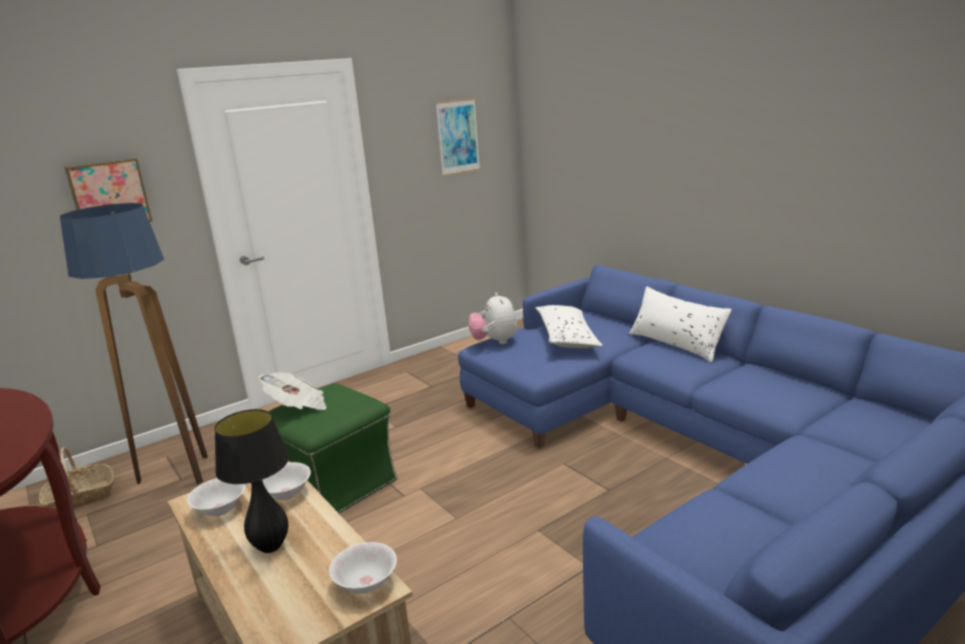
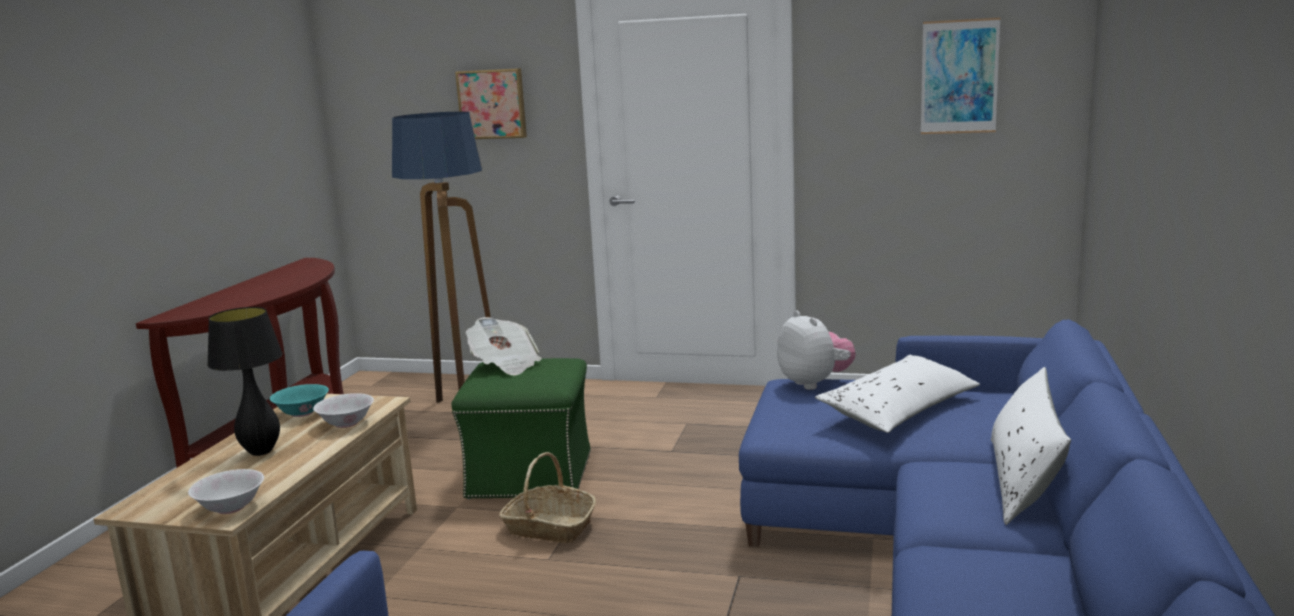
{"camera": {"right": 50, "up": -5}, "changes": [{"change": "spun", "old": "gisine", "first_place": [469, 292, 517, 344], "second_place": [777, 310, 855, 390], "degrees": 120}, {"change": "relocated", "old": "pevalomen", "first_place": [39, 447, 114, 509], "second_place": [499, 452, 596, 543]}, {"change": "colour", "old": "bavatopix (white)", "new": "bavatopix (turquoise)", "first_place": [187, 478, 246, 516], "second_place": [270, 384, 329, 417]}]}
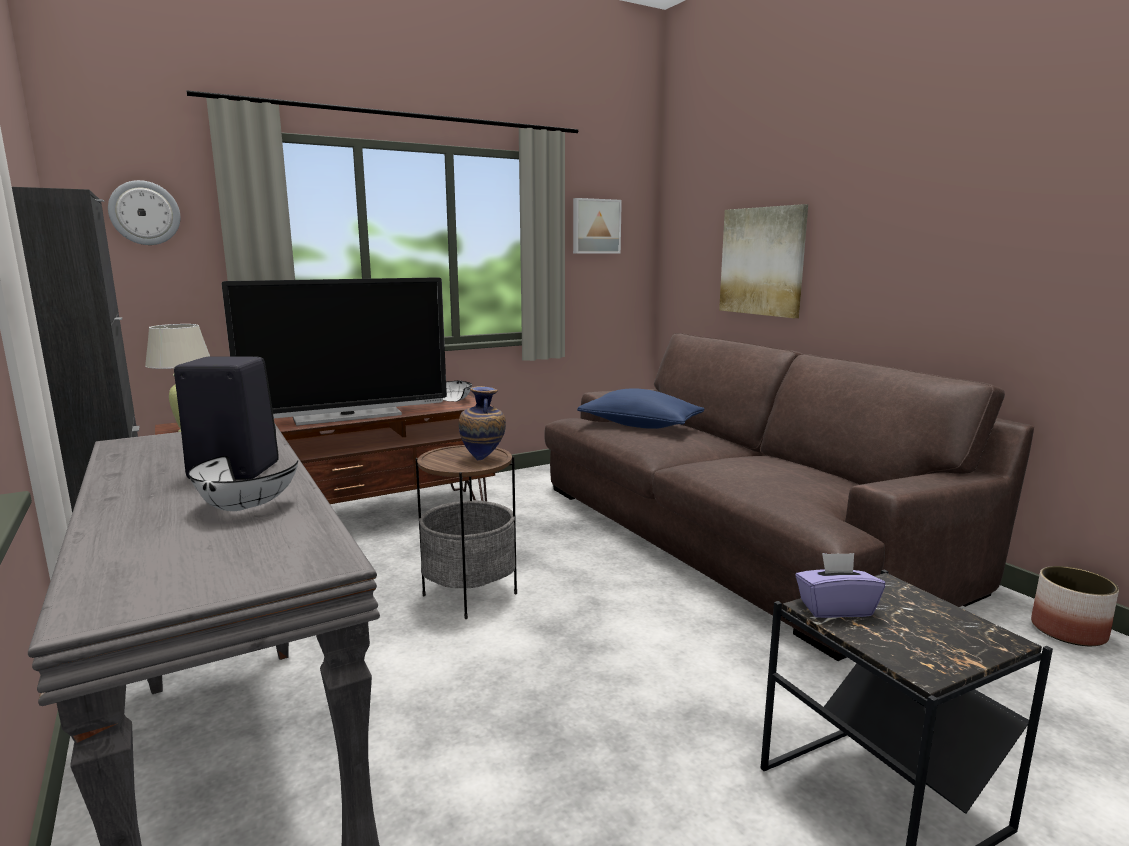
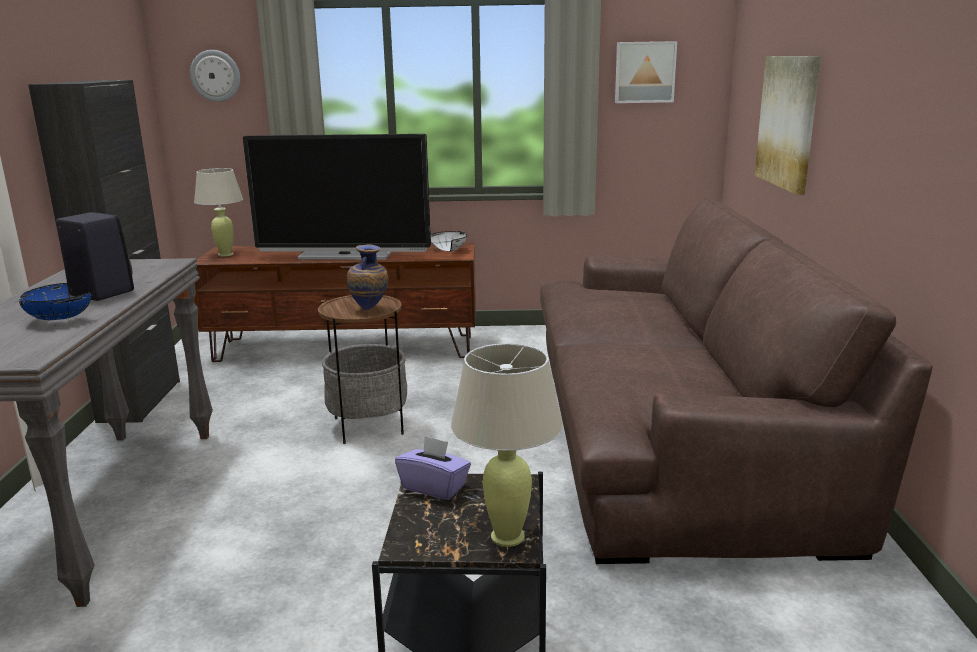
{"camera": {"right": 30, "up": 5}, "changes": [{"change": "missing", "old": "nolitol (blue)", "first_place": [577, 388, 704, 429]}, {"change": "colour", "old": "bavatopix (white)", "new": "bavatopix (blue)", "first_place": [189, 456, 298, 511], "second_place": [19, 283, 92, 320]}, {"change": "missing", "old": "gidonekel", "first_place": [1031, 566, 1119, 646]}, {"change": "appeared", "new": "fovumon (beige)", "second_place": [451, 344, 563, 547]}]}
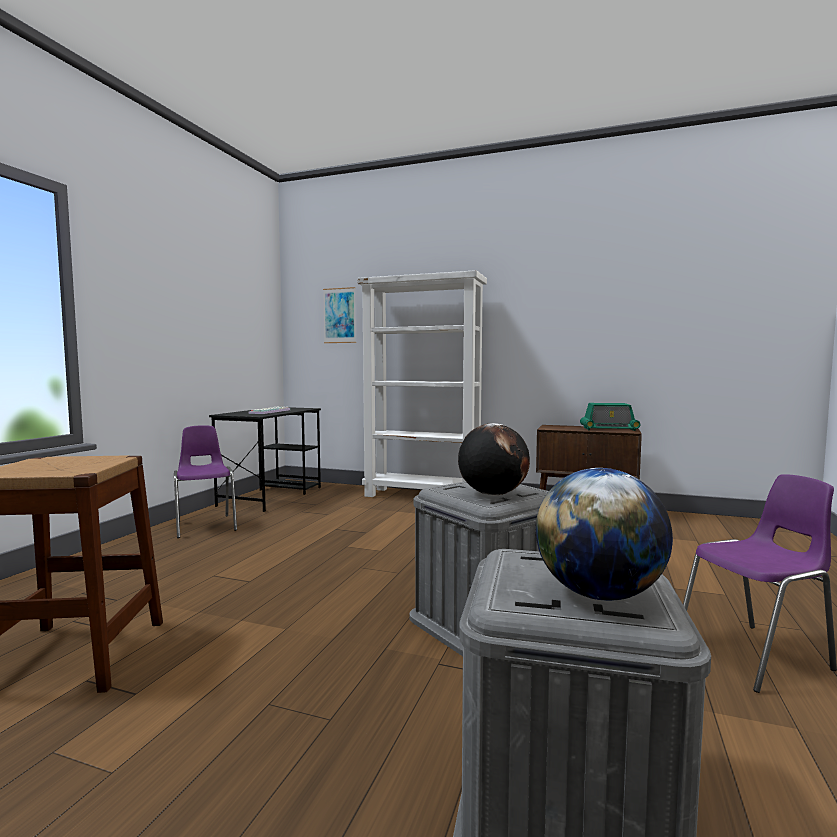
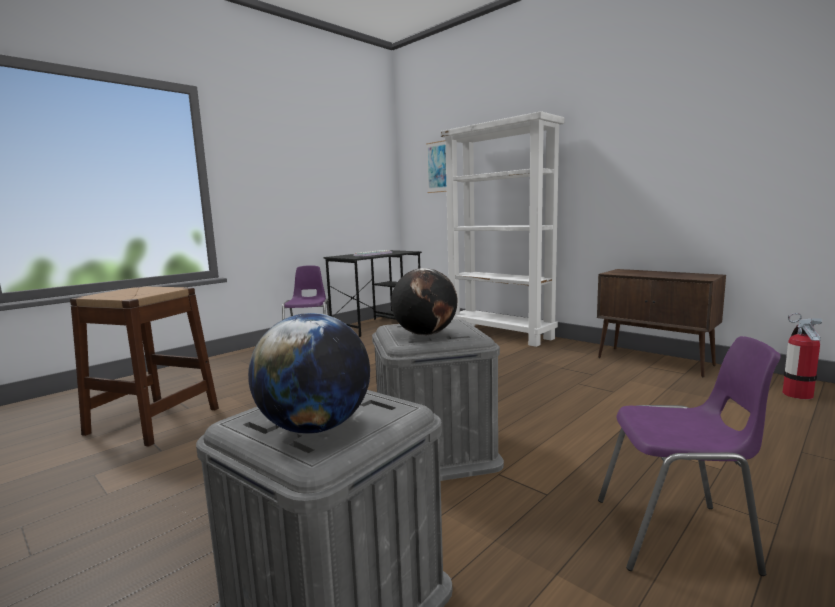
{"camera": {"right": 25, "up": 5}, "changes": [{"change": "missing", "old": "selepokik", "first_place": [580, 403, 640, 431]}, {"change": "appeared", "new": "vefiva", "second_place": [782, 313, 822, 399]}]}
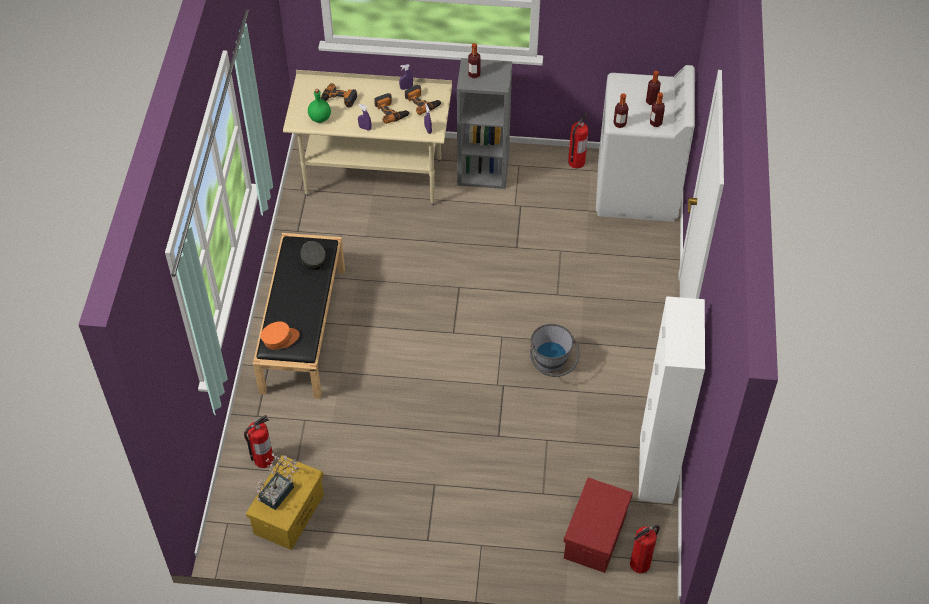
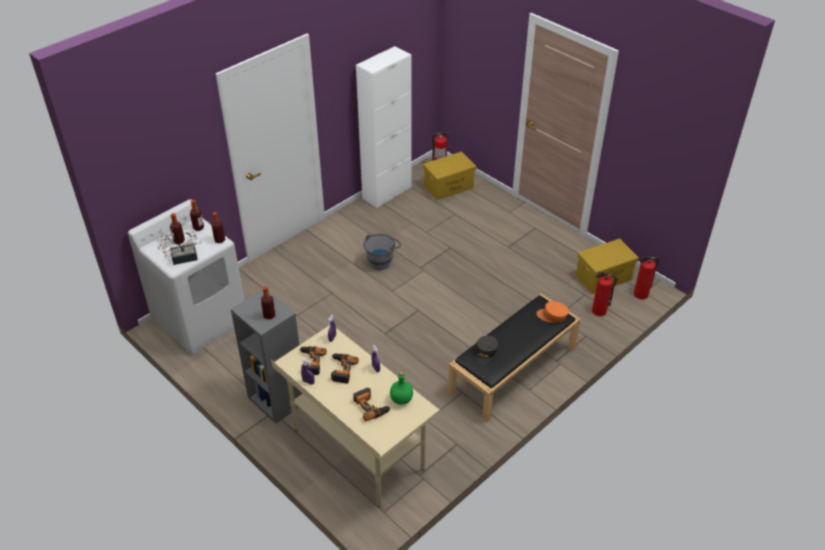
{"camera": {"right": -140, "up": -10}, "changes": [{"change": "relocated", "old": "vefiva", "first_place": [568, 113, 588, 169], "second_place": [634, 256, 659, 300]}, {"change": "relocated", "old": "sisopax", "first_place": [256, 451, 299, 510], "second_place": [157, 229, 201, 265]}, {"change": "colour", "old": "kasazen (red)", "new": "kasazen (yellow)", "first_place": [564, 477, 633, 573], "second_place": [423, 151, 477, 200]}]}
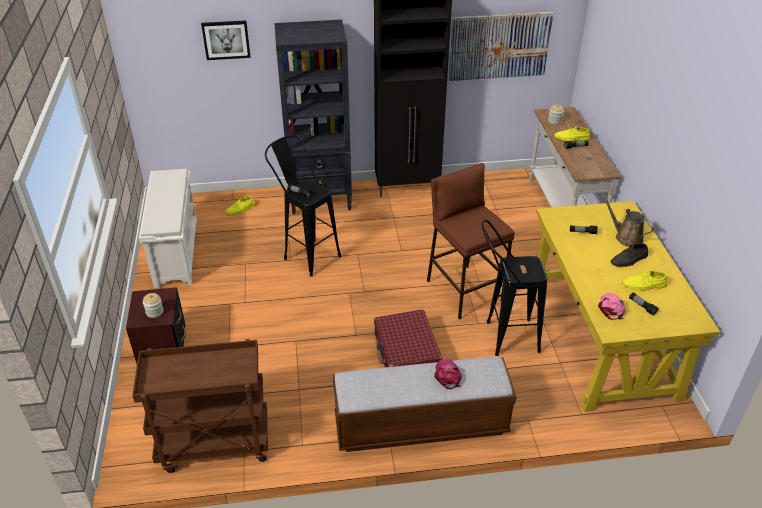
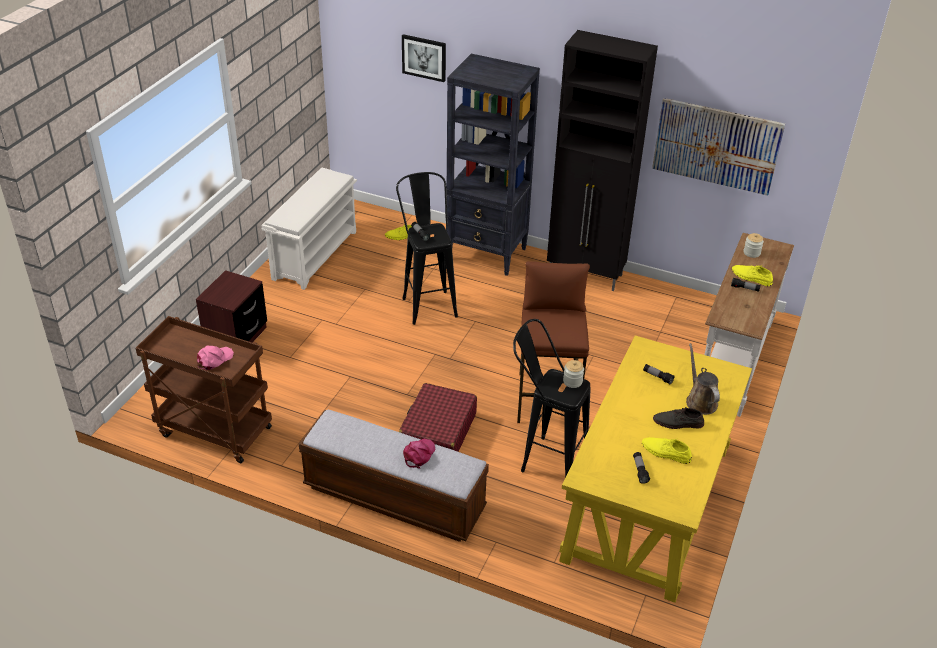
{"camera": {"right": 30, "up": 0}, "changes": [{"change": "relocated", "old": "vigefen", "first_place": [143, 293, 163, 318], "second_place": [563, 360, 584, 388]}, {"change": "relocated", "old": "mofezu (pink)", "first_place": [598, 293, 626, 320], "second_place": [197, 346, 234, 370]}]}
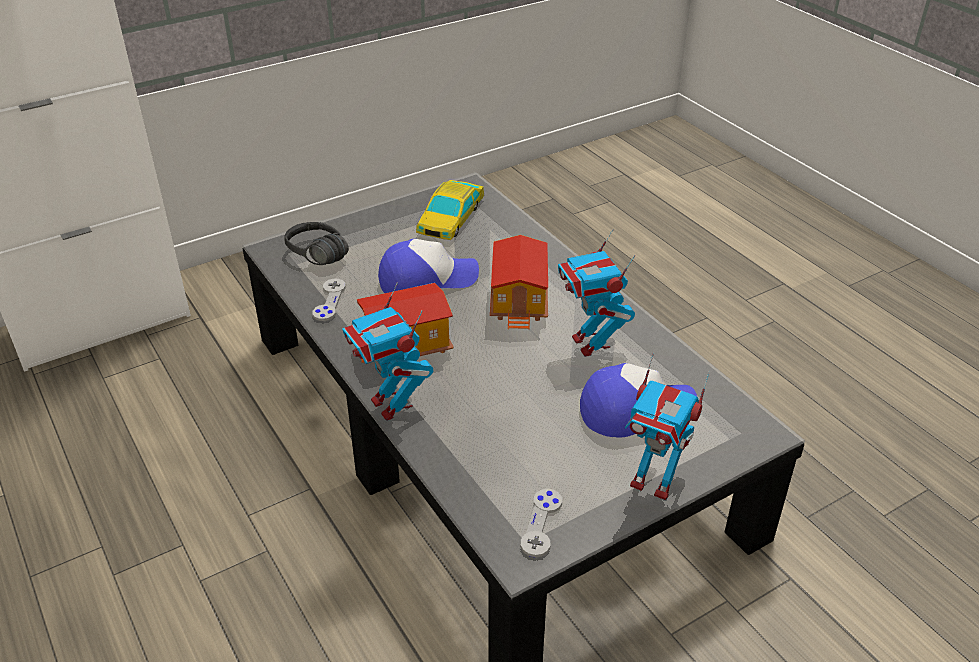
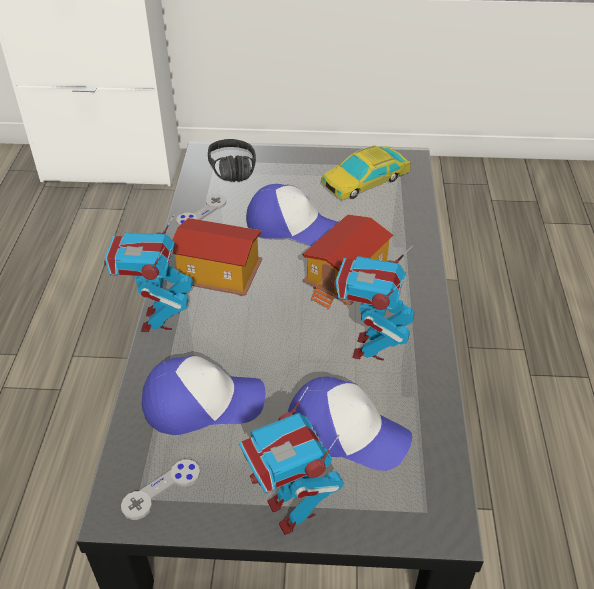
{"camera": {"right": 35, "up": 5}, "changes": [{"change": "appeared", "new": "mofezu", "second_place": [142, 355, 265, 435]}]}
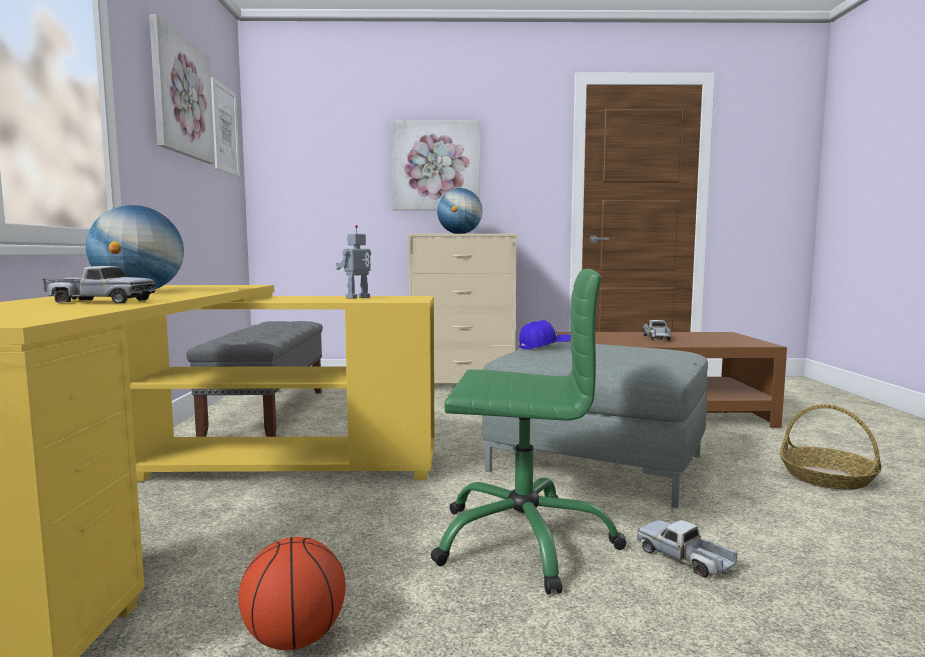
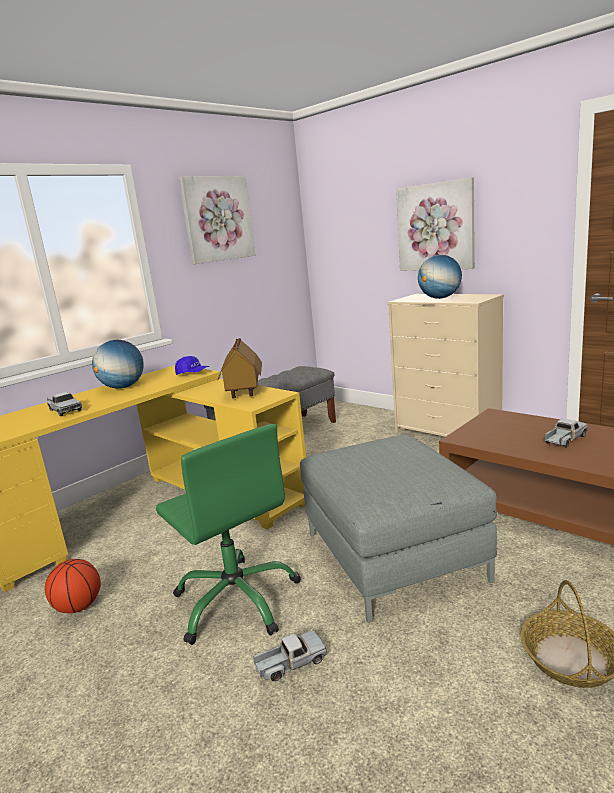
{"camera": {"right": 45, "up": 10}, "changes": [{"change": "missing", "old": "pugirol", "first_place": [211, 77, 240, 177]}, {"change": "exchanged", "old": "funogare", "new": "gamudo", "first_place": [336, 225, 371, 299], "second_place": [218, 338, 262, 398]}, {"change": "relocated", "old": "mofezu (blue)", "first_place": [519, 320, 571, 350], "second_place": [175, 356, 209, 375]}, {"change": "spun", "old": "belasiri", "first_place": [637, 520, 737, 578], "second_place": [253, 631, 327, 681], "degrees": 60}]}
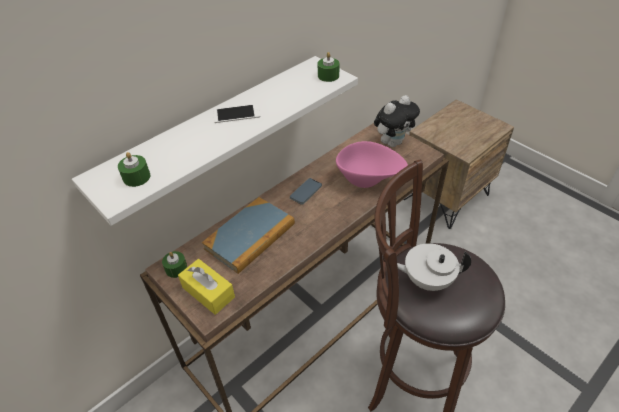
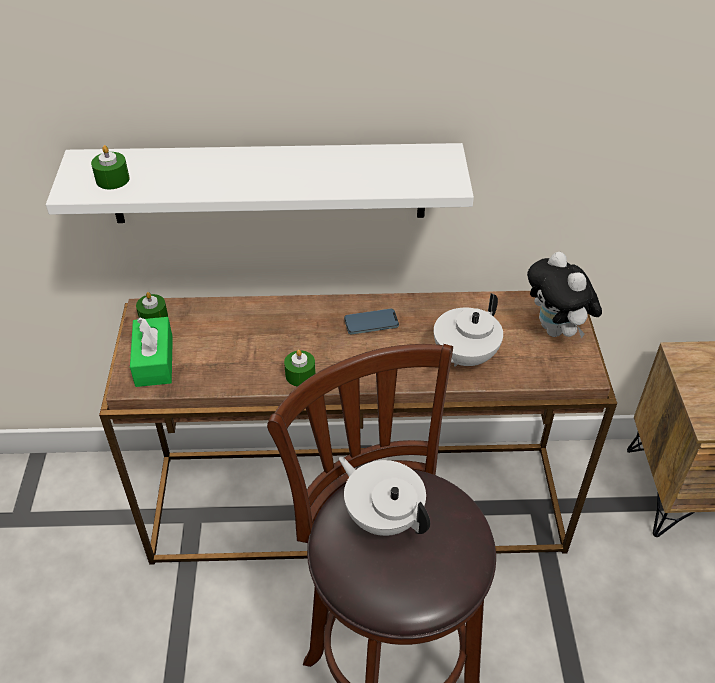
{"camera": {"right": 40, "up": 0}, "changes": [{"change": "relocated", "old": "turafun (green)", "first_place": [318, 52, 340, 82], "second_place": [284, 350, 316, 386]}, {"change": "spun", "old": "gisine", "first_place": [374, 95, 420, 147], "second_place": [527, 252, 602, 338], "degrees": 60}, {"change": "missing", "old": "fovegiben", "first_place": [213, 104, 260, 123]}, {"change": "exchanged", "old": "bavatopix (pink)", "new": "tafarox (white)", "first_place": [336, 141, 408, 188], "second_place": [434, 293, 503, 367]}, {"change": "missing", "old": "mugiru", "first_place": [202, 197, 295, 274]}, {"change": "colour", "old": "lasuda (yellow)", "new": "lasuda (green)", "first_place": [178, 259, 235, 315], "second_place": [130, 317, 173, 387]}]}
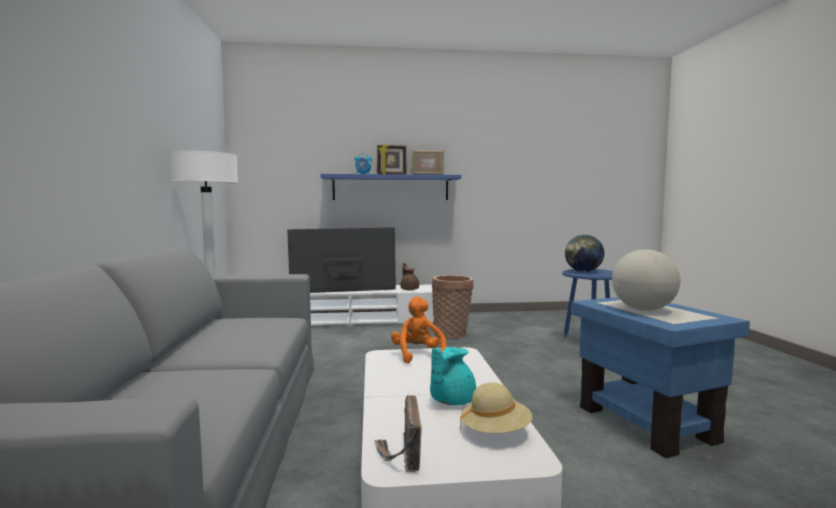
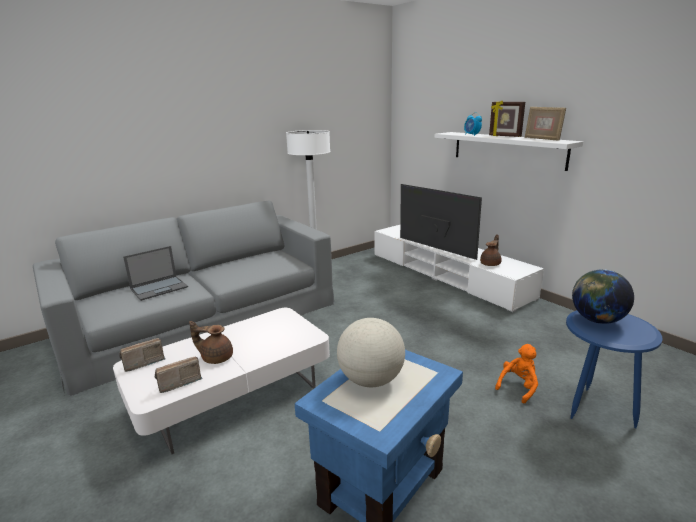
{"camera": {"right": 60, "up": 15}, "changes": [{"change": "colour", "old": "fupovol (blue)", "new": "fupovol (white)", "first_place": [320, 174, 461, 200], "second_place": [434, 132, 583, 171]}, {"change": "missing", "old": "pevalomen", "first_place": [432, 275, 474, 339]}, {"change": "relocated", "old": "gisine (orange)", "first_place": [391, 296, 447, 364], "second_place": [495, 344, 538, 404]}, {"change": "colour", "old": "tafarox (turquoise)", "new": "tafarox (brown)", "first_place": [430, 347, 476, 405], "second_place": [189, 321, 233, 364]}, {"change": "exchanged", "old": "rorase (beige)", "new": "selepokik", "first_place": [460, 382, 532, 433], "second_place": [155, 356, 203, 393]}, {"change": "appeared", "new": "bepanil", "second_place": [123, 246, 188, 301]}]}
